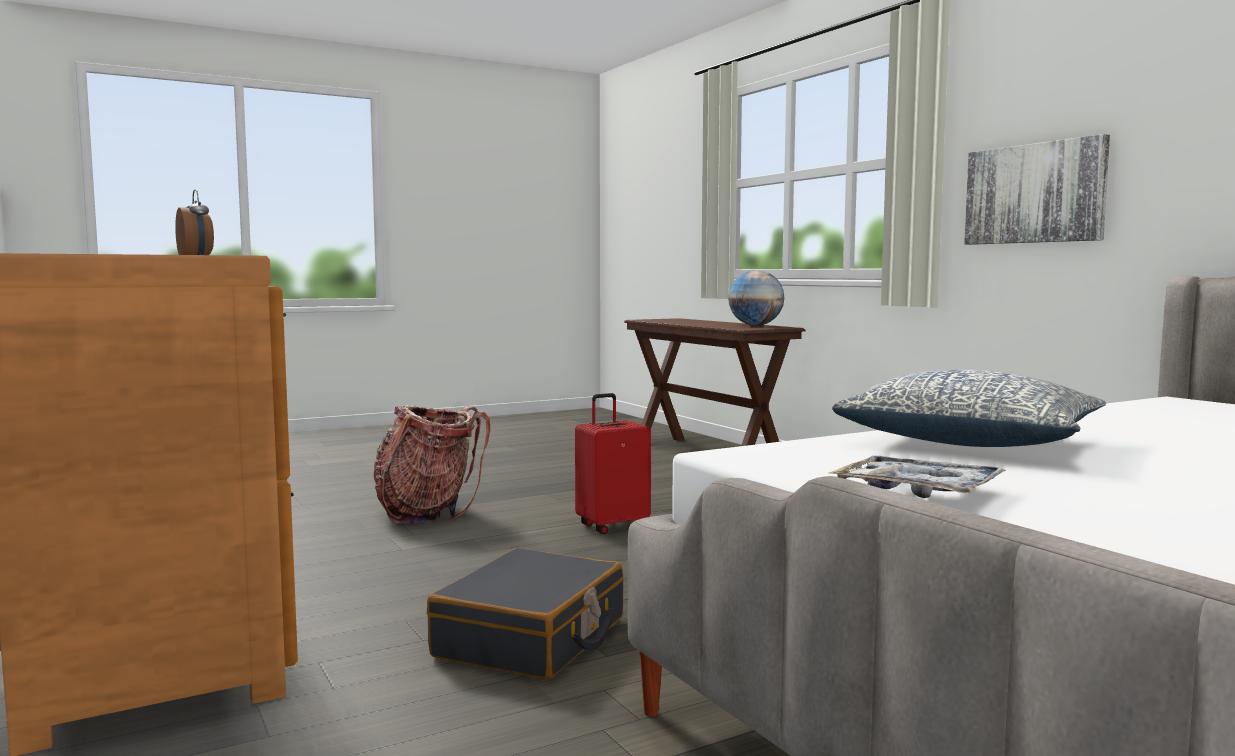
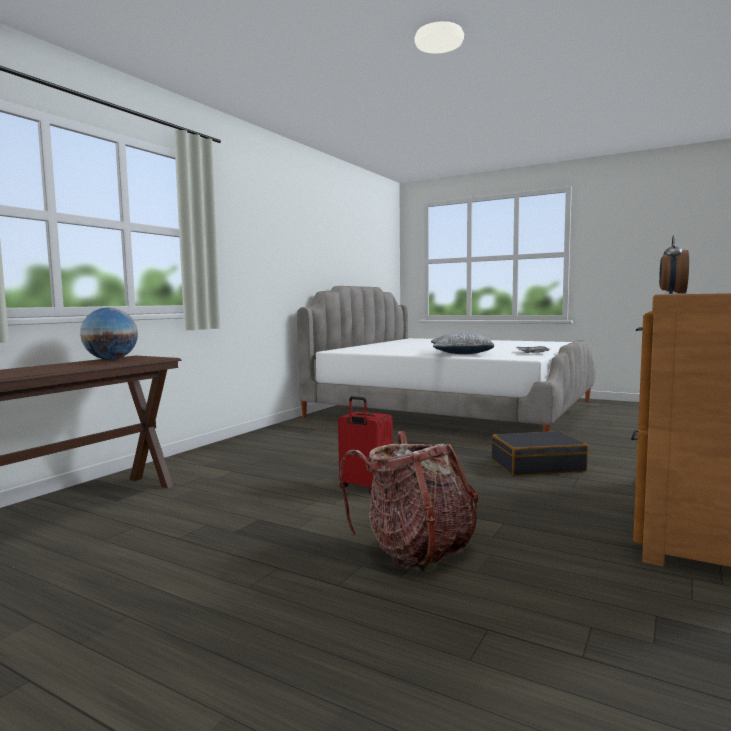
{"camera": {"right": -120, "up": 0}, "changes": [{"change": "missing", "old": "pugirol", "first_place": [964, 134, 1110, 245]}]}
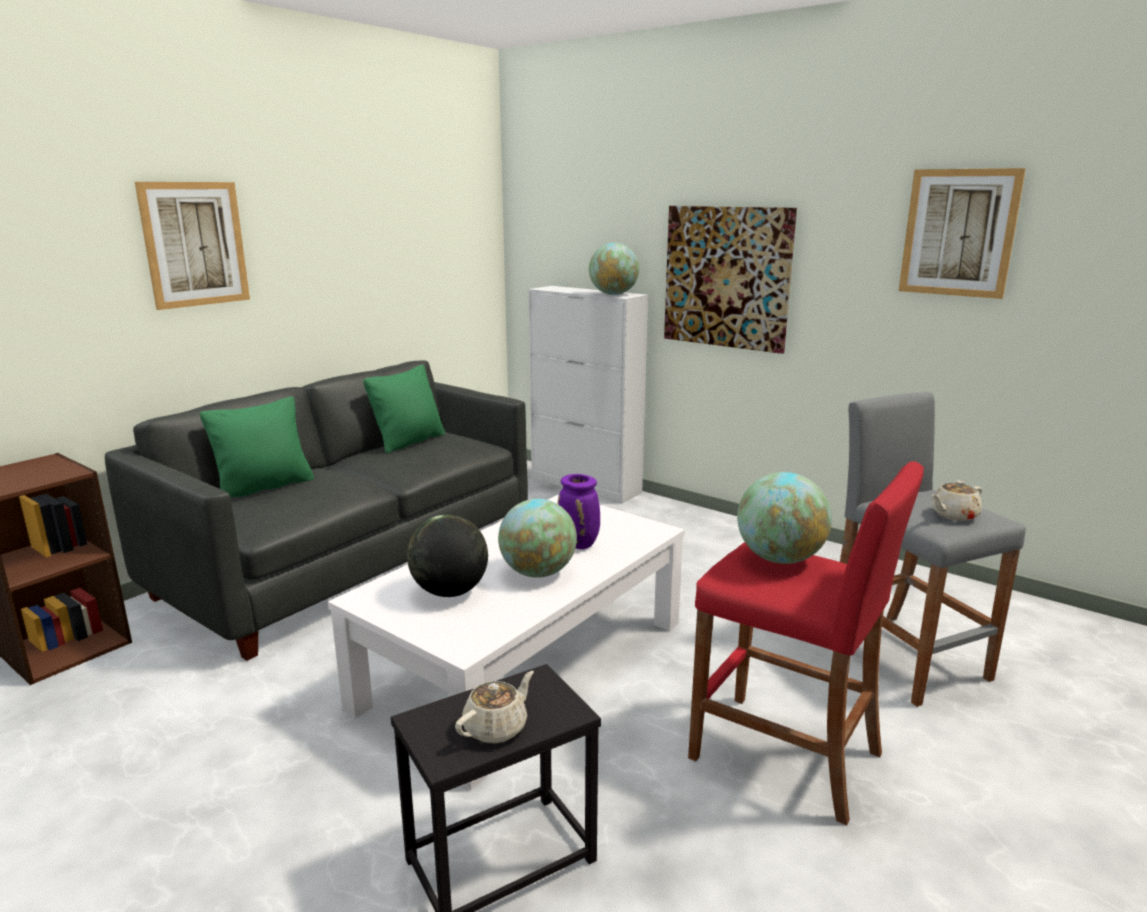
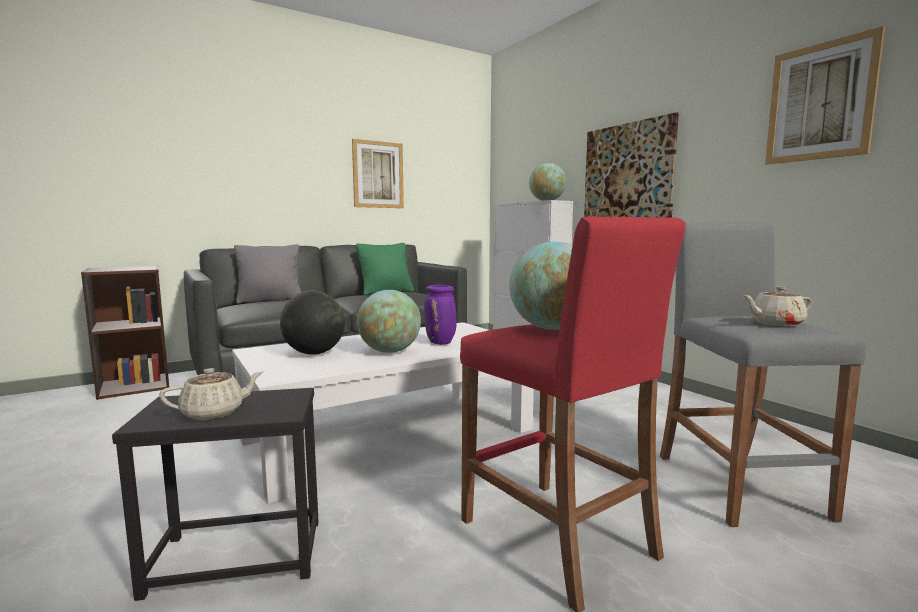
{"camera": {"right": 20, "up": -10}, "changes": [{"change": "relocated", "old": "pugirol", "first_place": [135, 182, 250, 310], "second_place": [352, 139, 404, 208]}, {"change": "colour", "old": "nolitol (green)", "new": "nolitol (grey)", "first_place": [200, 396, 314, 498], "second_place": [234, 244, 301, 304]}]}
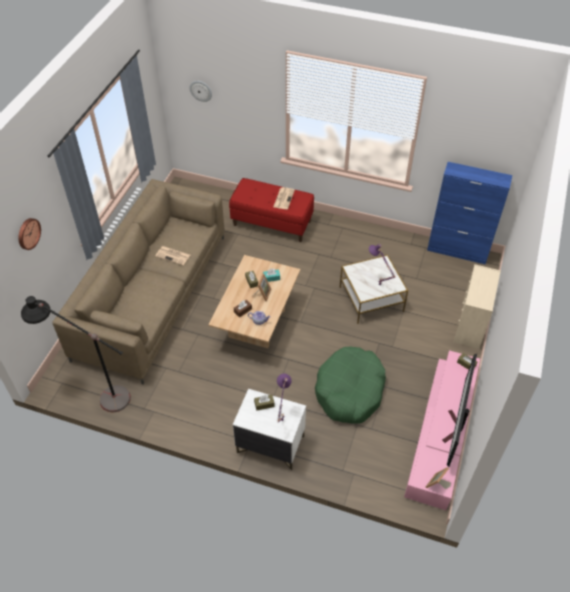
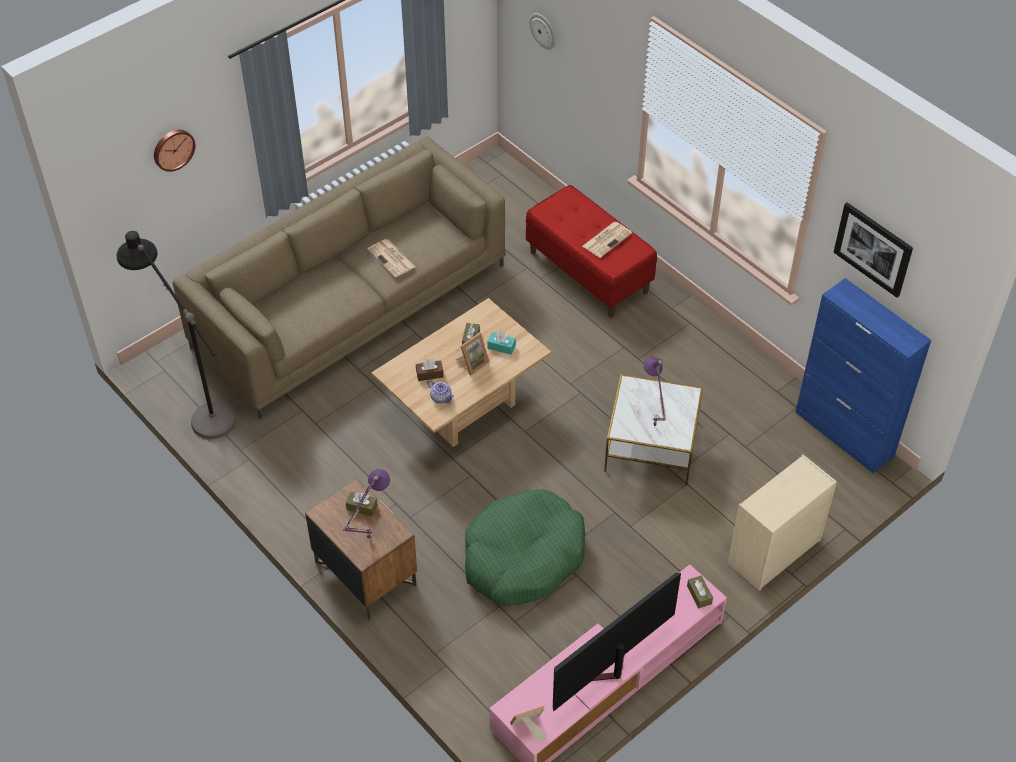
{"camera": {"right": 30, "up": 0}, "changes": [{"change": "colour", "old": "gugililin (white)", "new": "gugililin (brown)", "first_place": [233, 389, 306, 470], "second_place": [305, 478, 417, 620]}, {"change": "appeared", "new": "pugirol", "second_place": [833, 202, 913, 298]}]}
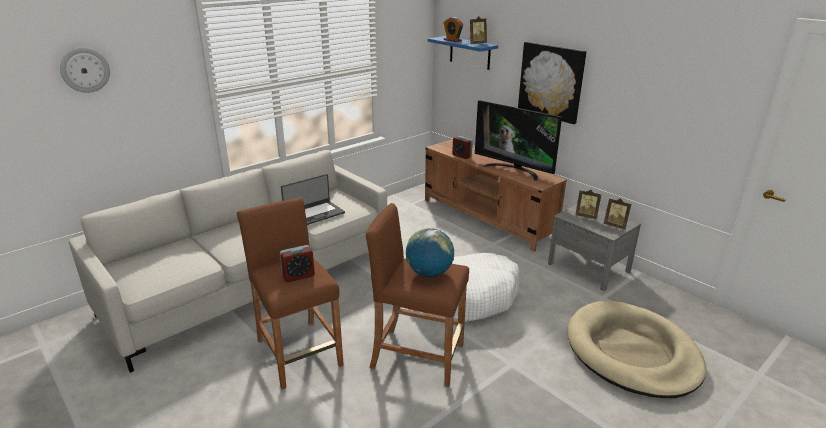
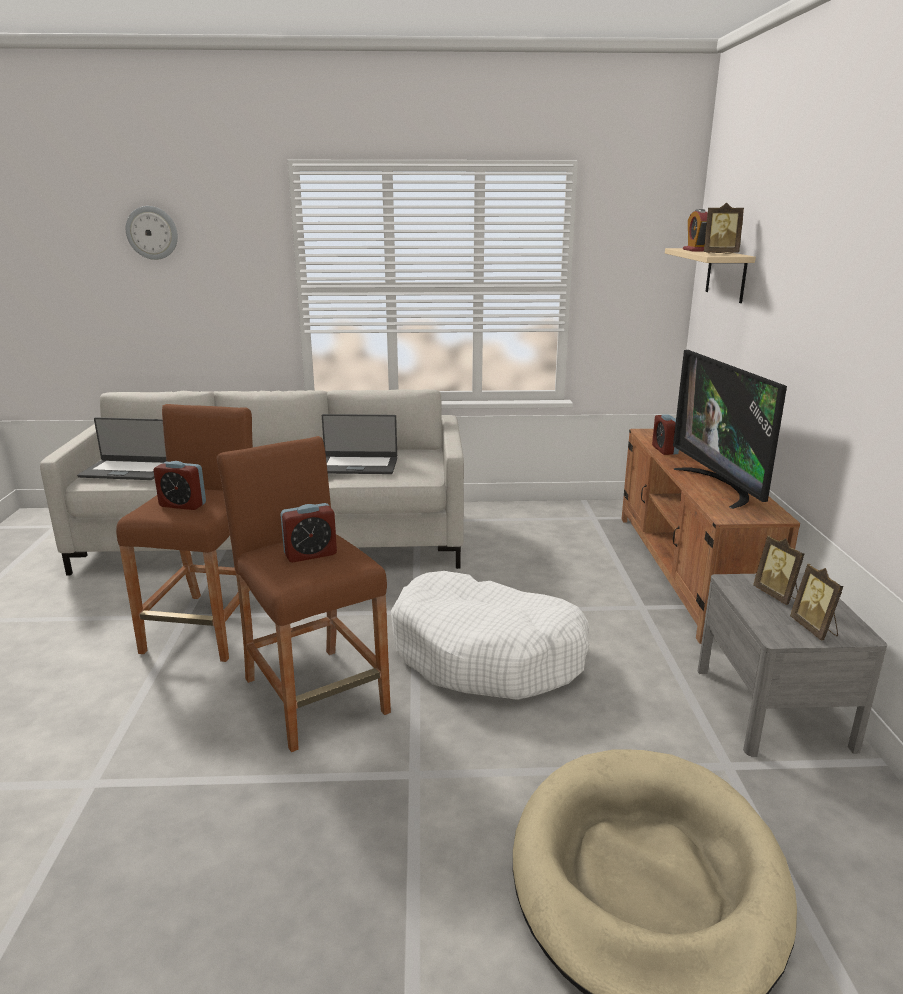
{"camera": {"right": 40, "up": -5}, "changes": [{"change": "colour", "old": "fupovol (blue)", "new": "fupovol (beige)", "first_place": [428, 36, 498, 70], "second_place": [665, 248, 756, 303]}, {"change": "missing", "old": "pugirol", "first_place": [518, 42, 586, 124]}, {"change": "exchanged", "old": "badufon", "new": "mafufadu", "first_place": [406, 228, 454, 277], "second_place": [280, 503, 337, 562]}, {"change": "appeared", "new": "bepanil", "second_place": [77, 417, 167, 480]}]}
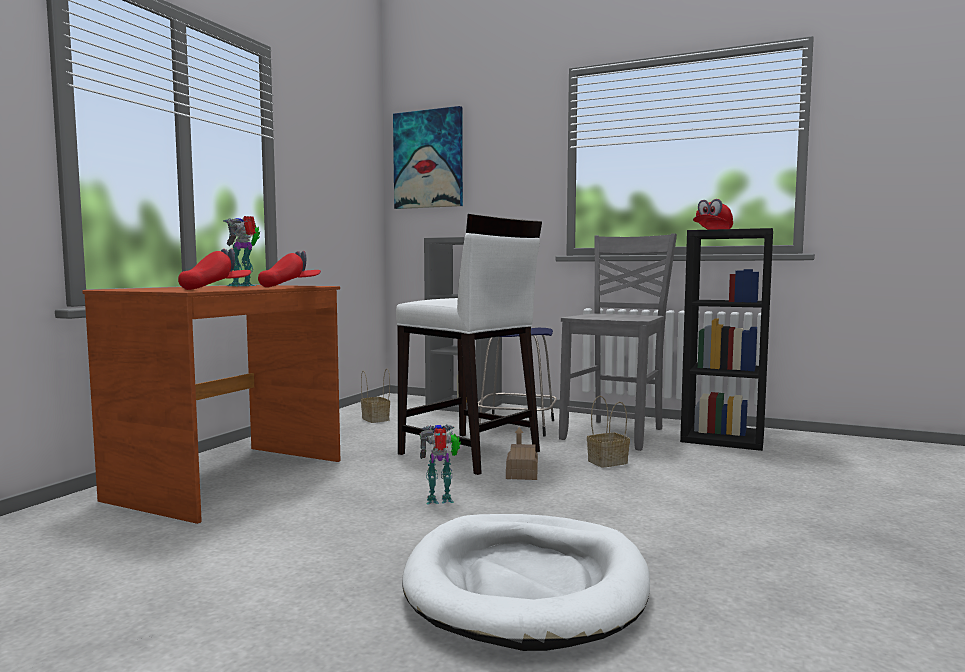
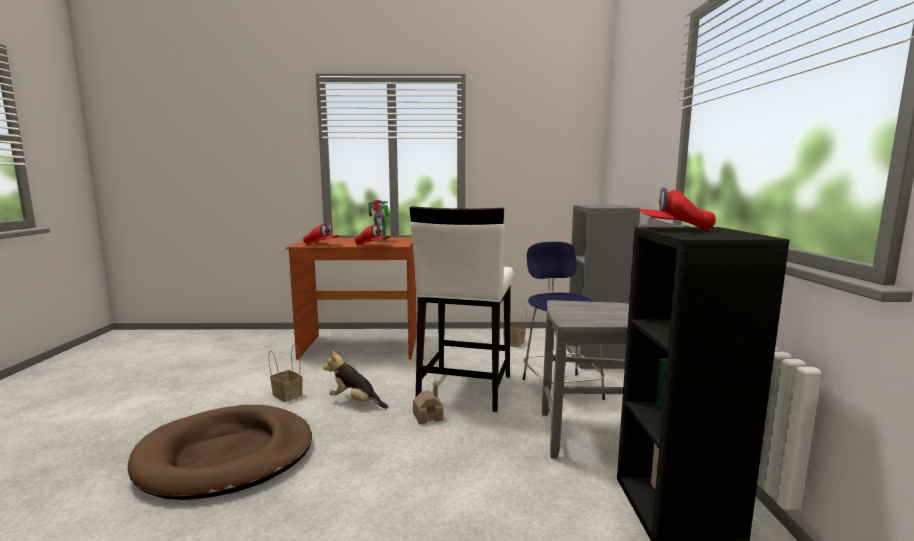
{"camera": {"right": 65, "up": 5}, "changes": [{"change": "missing", "old": "pugirol", "first_place": [393, 106, 463, 209]}, {"change": "relocated", "old": "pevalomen", "first_place": [587, 396, 630, 468], "second_place": [269, 344, 303, 402]}, {"change": "exchanged", "old": "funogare", "new": "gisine", "first_place": [419, 424, 461, 504], "second_place": [323, 350, 388, 409]}, {"change": "colour", "old": "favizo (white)", "new": "favizo (brown)", "first_place": [402, 514, 650, 651], "second_place": [128, 405, 312, 500]}]}
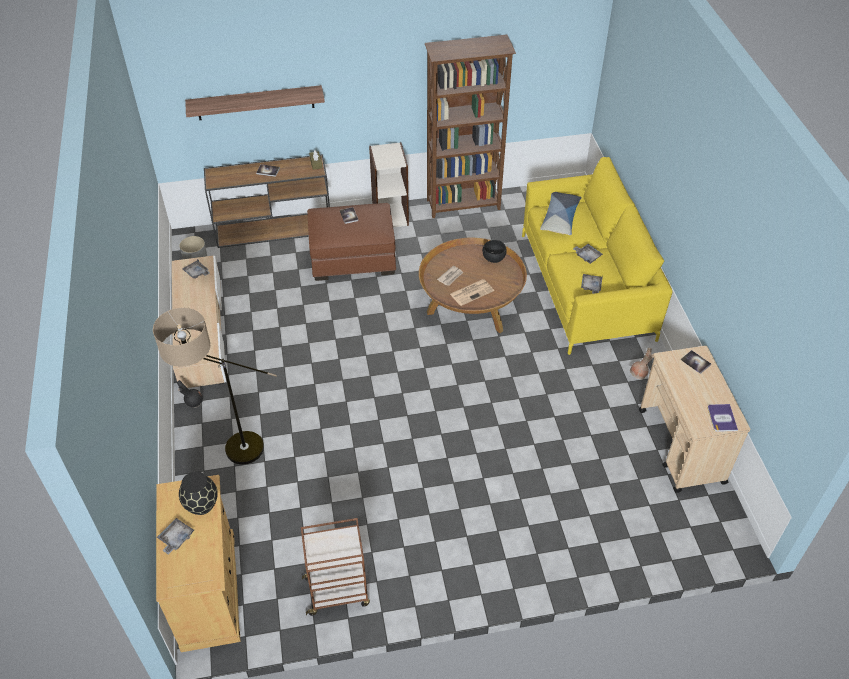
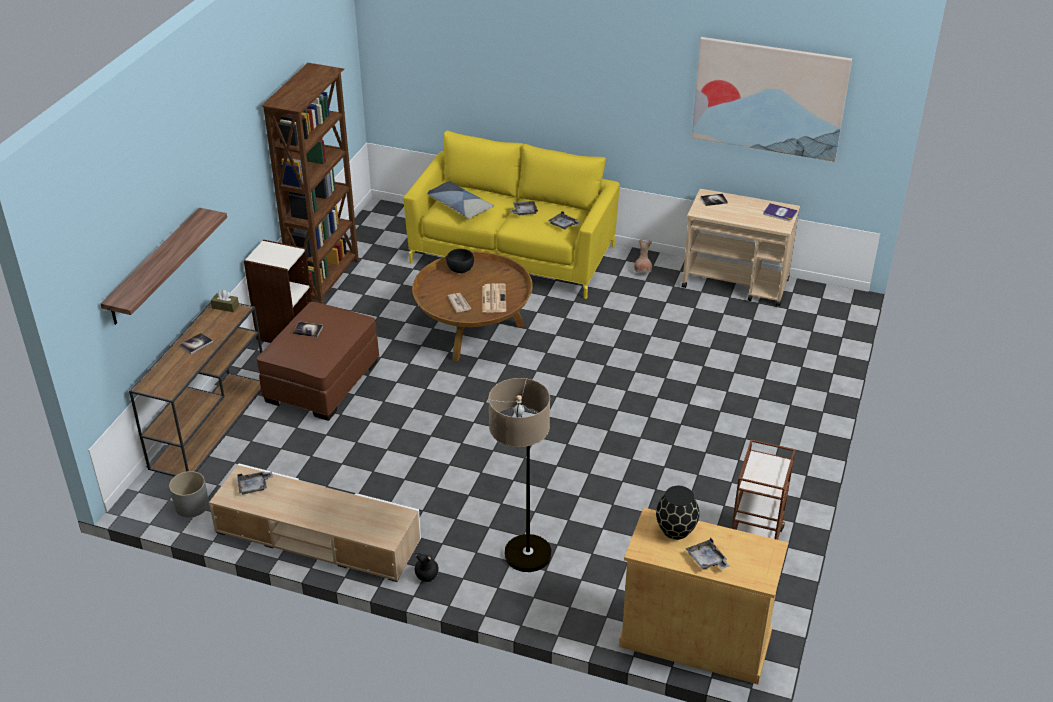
{"camera": {"right": -60, "up": -10}, "changes": [{"change": "appeared", "new": "pugirol", "second_place": [692, 37, 852, 162]}]}
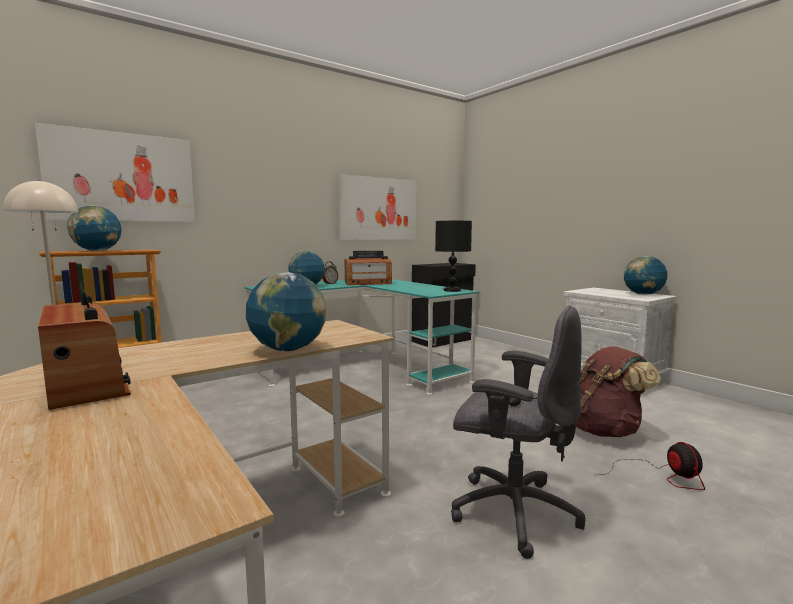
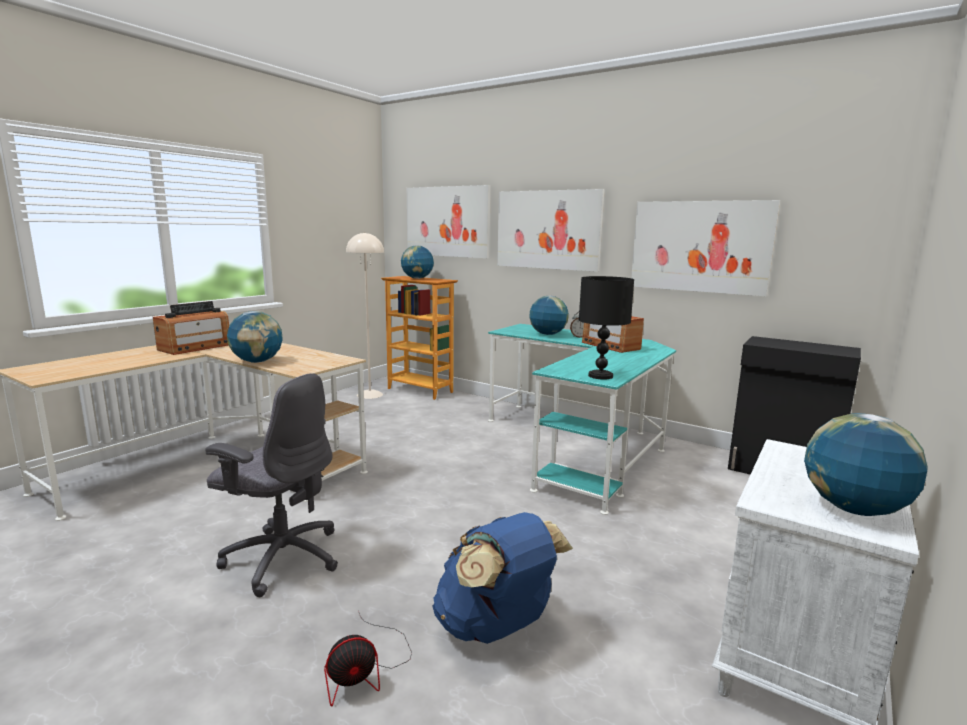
{"camera": {"right": 70, "up": 5}, "changes": [{"change": "spun", "old": "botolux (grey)", "first_place": [451, 305, 586, 559], "second_place": [205, 373, 338, 597], "degrees": -75}, {"change": "colour", "old": "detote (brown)", "new": "detote (blue)", "first_place": [576, 347, 661, 437], "second_place": [432, 512, 573, 644]}, {"change": "appeared", "new": "pugirol", "second_place": [497, 189, 605, 272]}]}
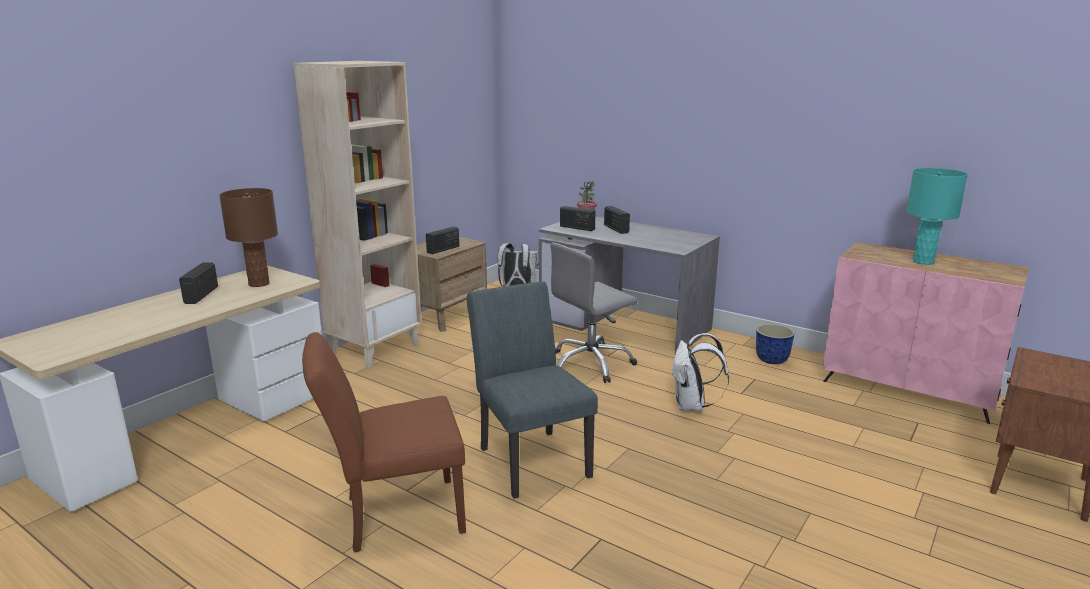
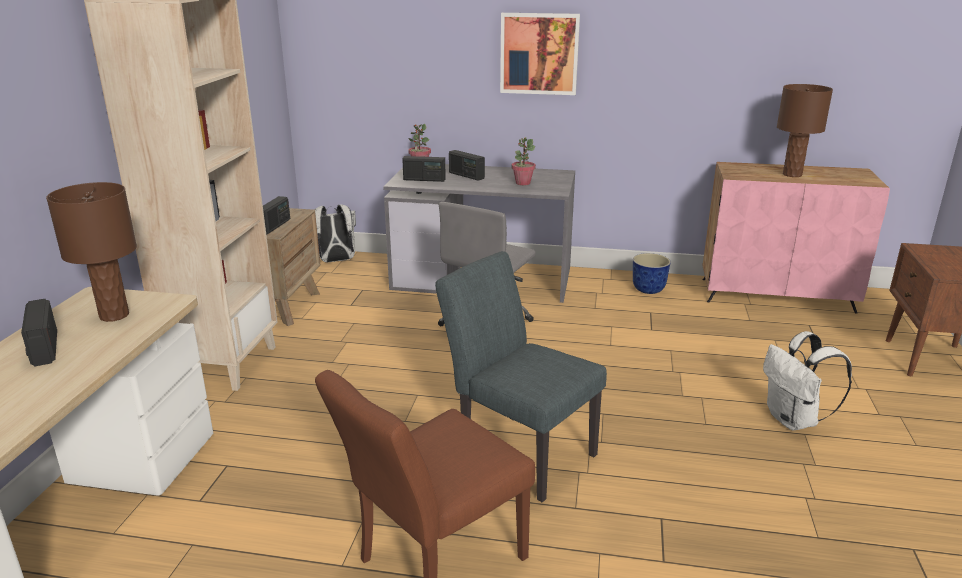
{"camera": {"right": -25, "up": 5}, "changes": [{"change": "colour", "old": "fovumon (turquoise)", "new": "fovumon (brown)", "first_place": [906, 168, 968, 265], "second_place": [777, 84, 833, 177]}, {"change": "relocated", "old": "detote (white)", "first_place": [671, 333, 729, 411], "second_place": [763, 331, 852, 430]}, {"change": "appeared", "new": "pugirol", "second_place": [500, 13, 580, 95]}, {"change": "appeared", "new": "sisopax", "second_place": [511, 137, 536, 185]}]}
